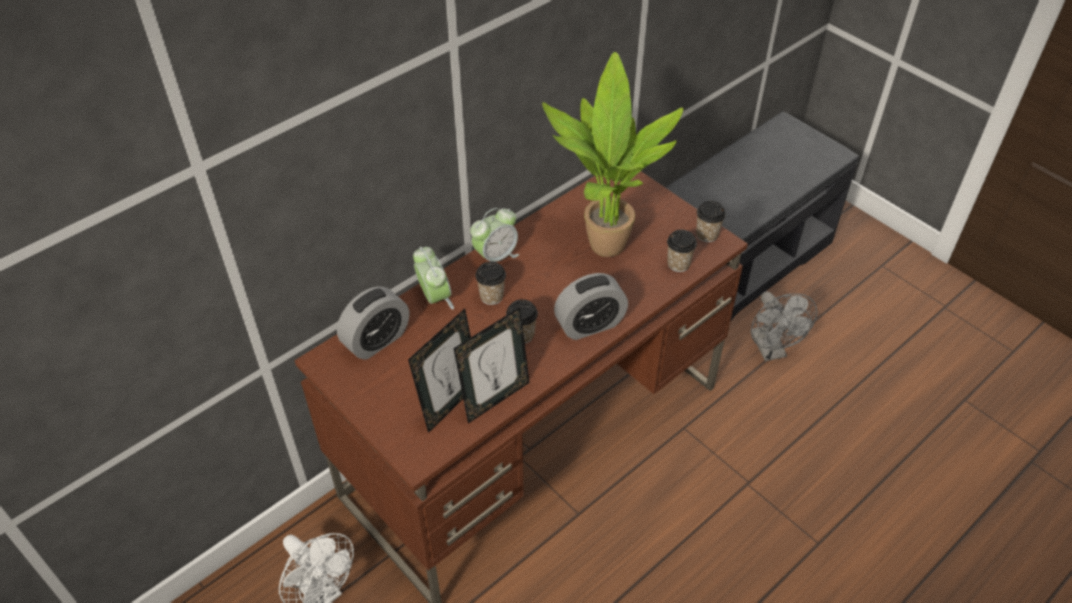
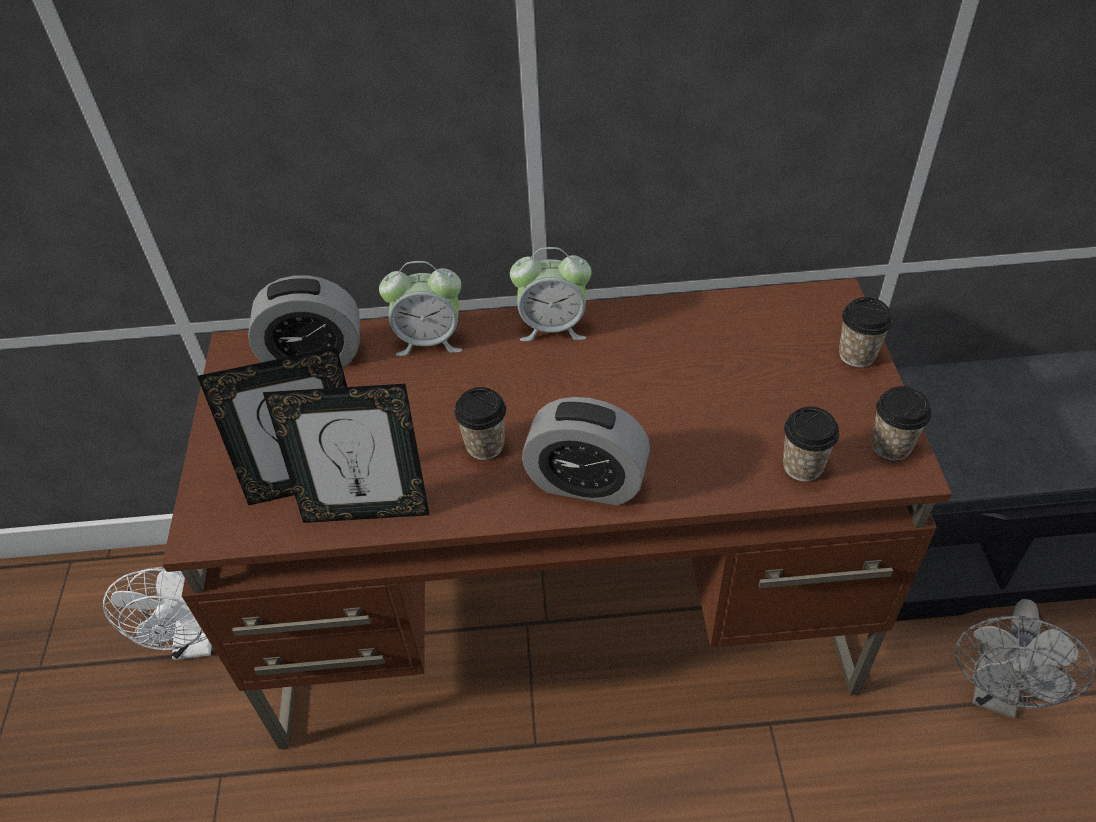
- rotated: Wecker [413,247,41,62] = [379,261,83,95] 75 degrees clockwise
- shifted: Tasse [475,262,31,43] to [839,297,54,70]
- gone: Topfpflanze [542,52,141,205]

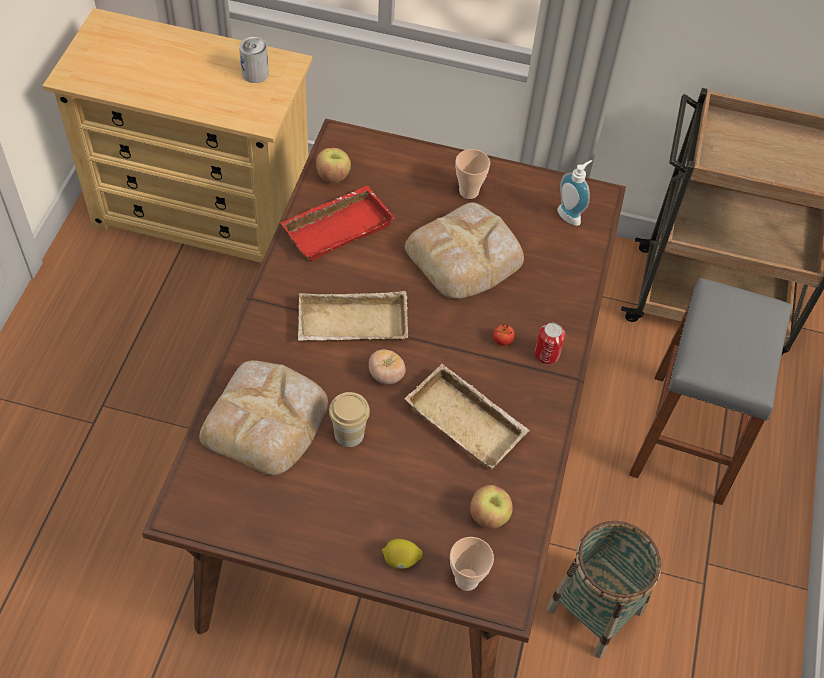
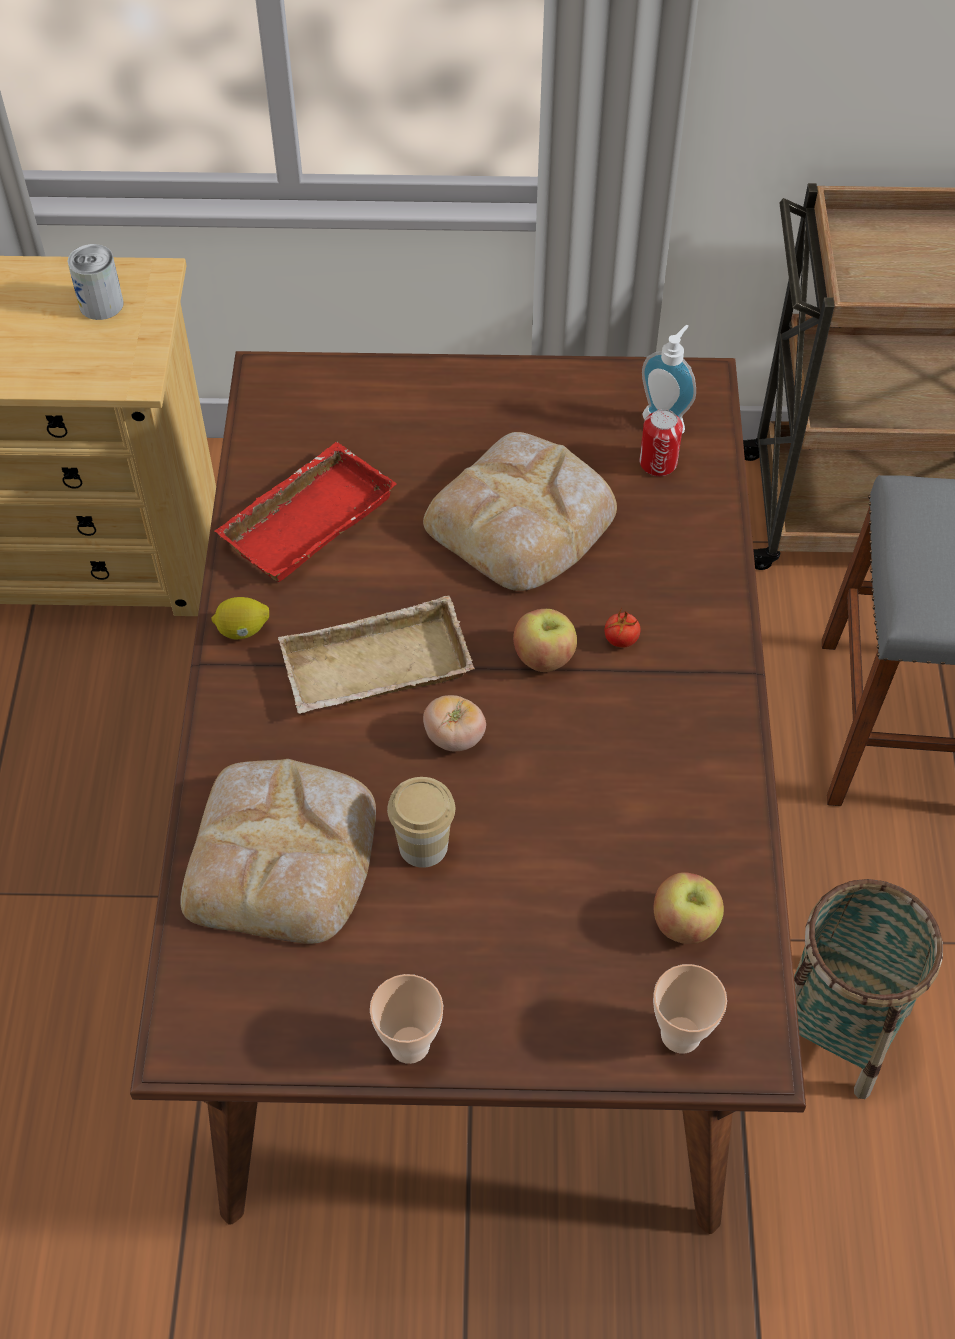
- shifted: Zitrone [382,539,41,30] to [211,597,58,42]
- shifted: Tasse [456,149,34,50] to [370,974,73,90]
- shifted: Apfel [316,148,35,35] to [513,609,64,63]
- shifted: Dose [535,323,30,41] to [639,409,44,67]
- gone: Tablett (beige) [405,364,125,106]

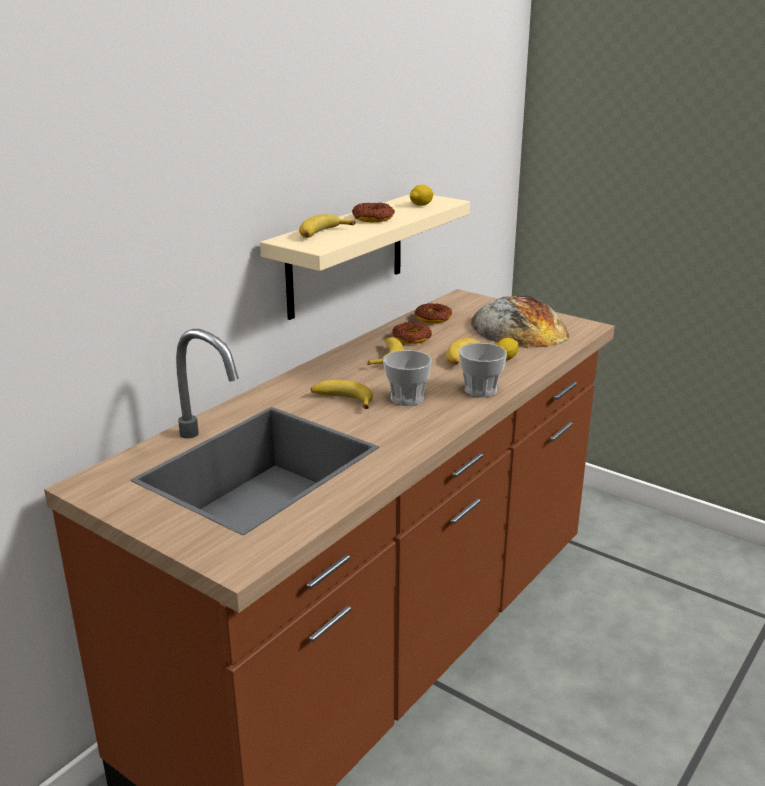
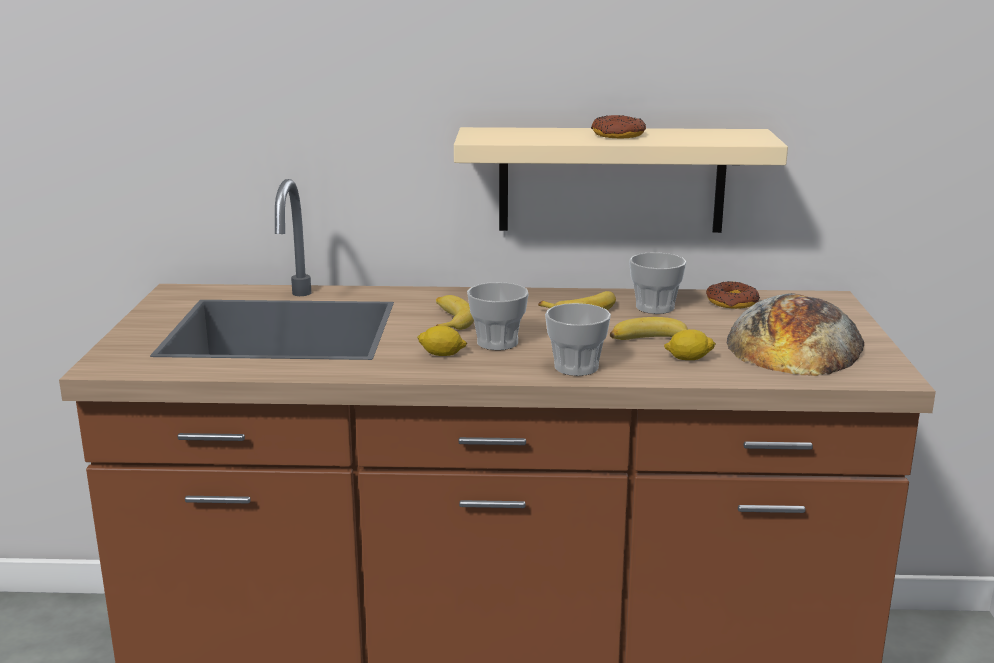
- shifted: Zitrone [410,185,23,21] to [417,325,50,31]
- swapped: Donut [392,322,40,22] to Tasse [629,252,57,62]
- gone: Banane [299,214,56,24]

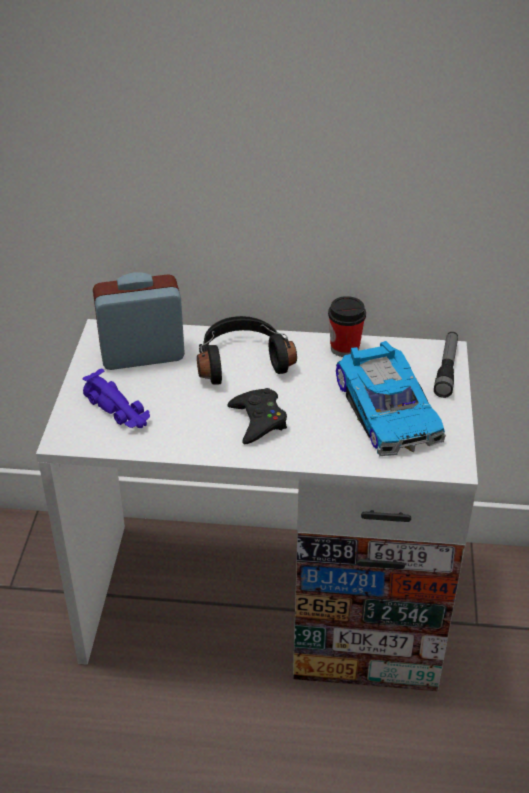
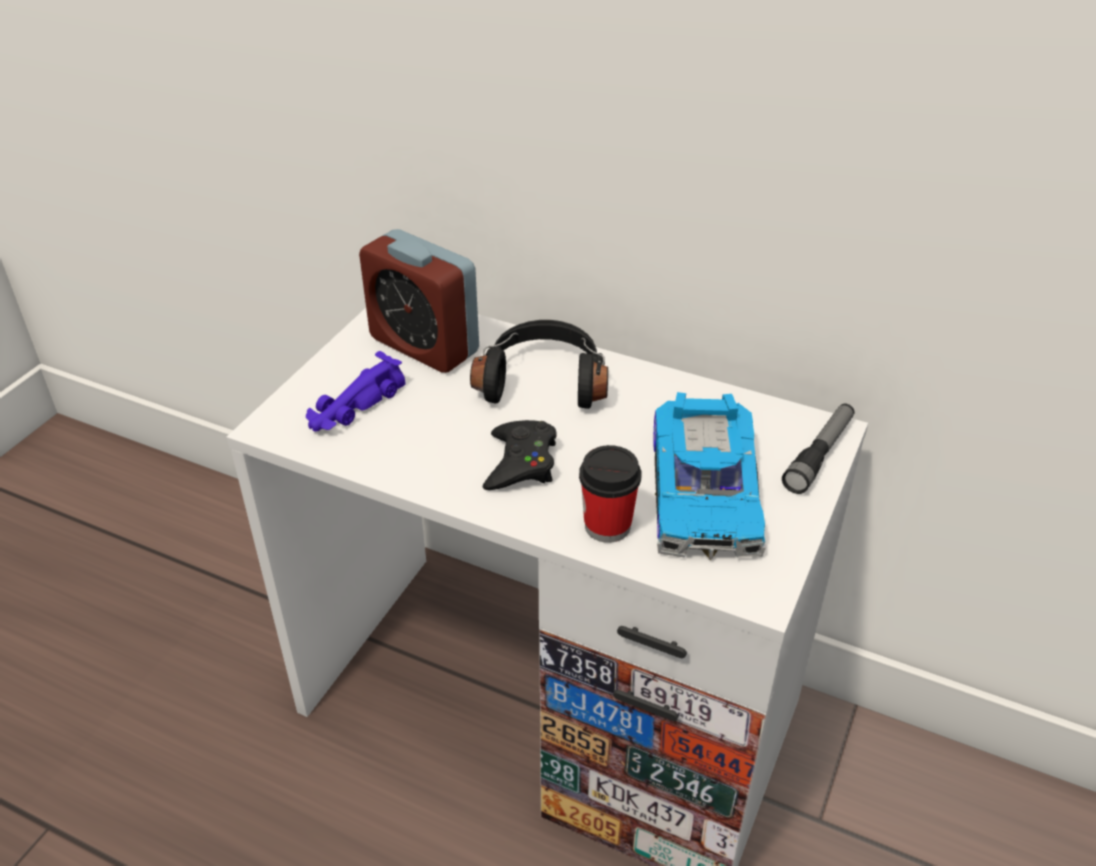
- rotated: Spielzeugauto (lila) [82,368,68,60] = [306,351,100,80] 60 degrees clockwise
- rotated: Wecker [93,272,92,98] = [359,229,120,144] 150 degrees counterclockwise
- shifted: Tasse [328,296,38,61] to [579,445,62,98]

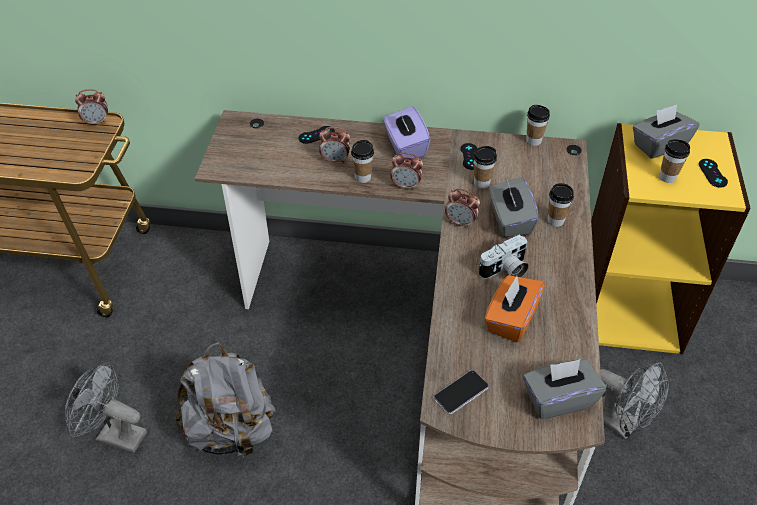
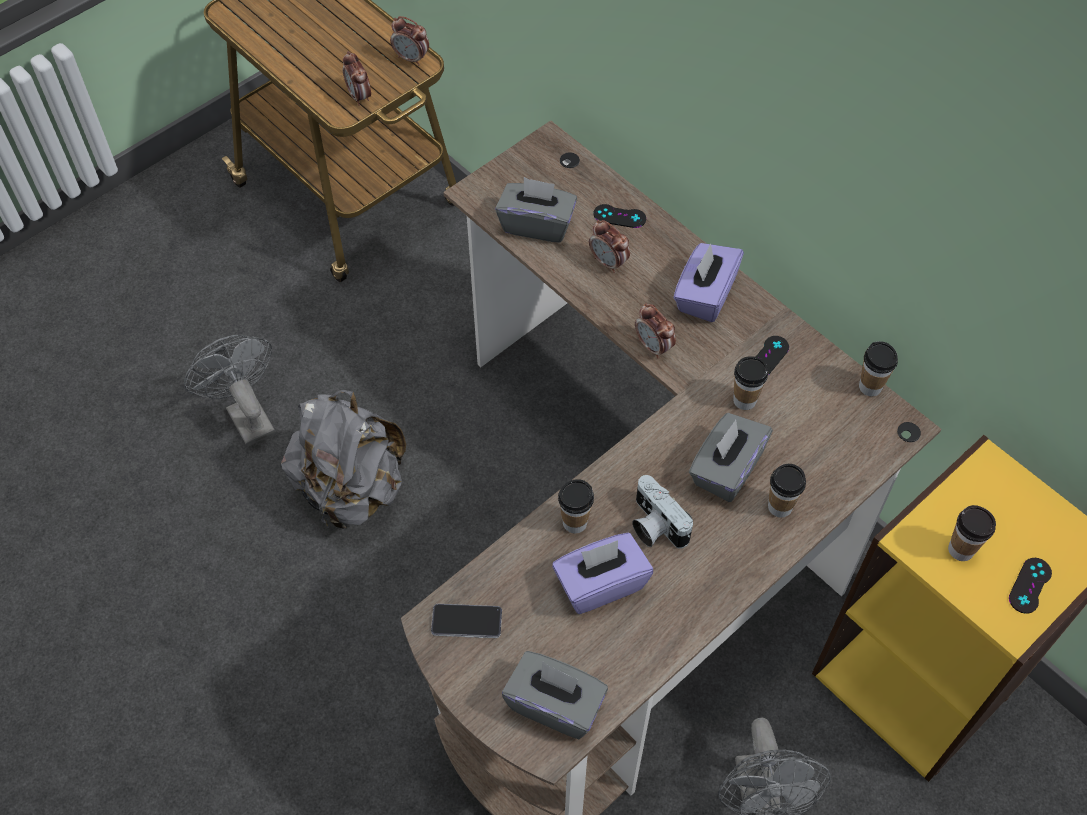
- shifted: Wecker [445,189,35,40] to [343,51,28,55]
- shifted: Taschentuchbox (grau) [633,105,66,54] to [495,177,82,66]
- repainted: Taschentuchbox (orange) [484,275,61,67] to Taschentuchbox (lila) [552,533,101,81]
- shifted: Tasse [351,140,23,43] to [558,479,36,54]
- rotated: Kamera [479,235,50,44] = [632,475,61,74] 45 degrees clockwise

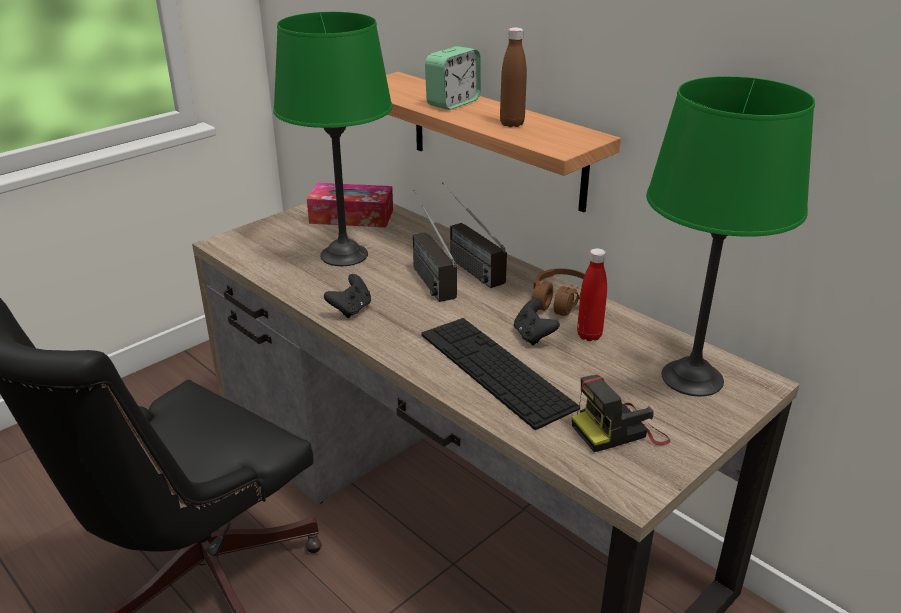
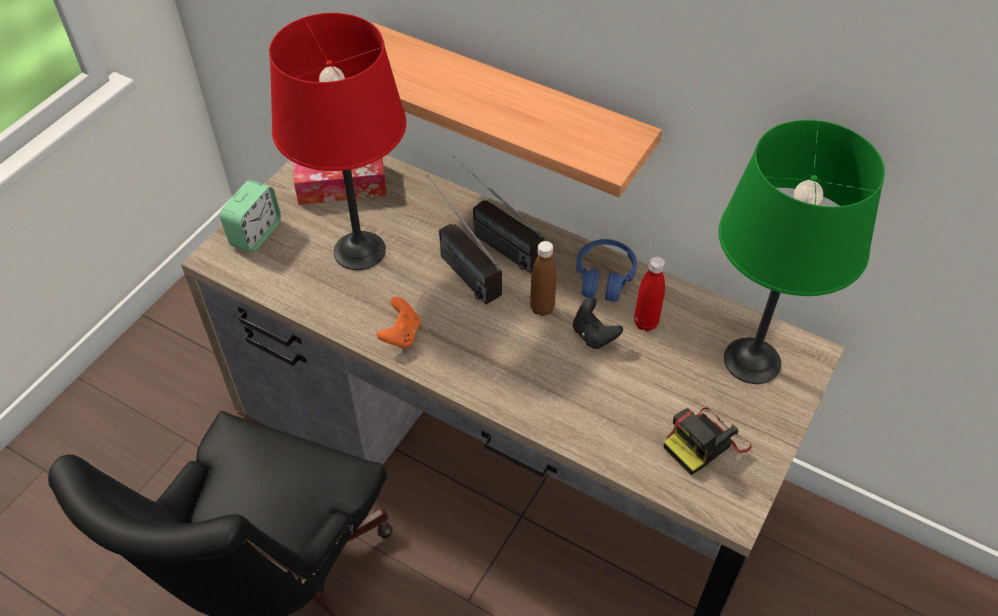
- shifted: Wecker [425,46,56,64] to [220,180,61,73]
- repainted: Tischlampe (grün) [273,12,119,254] to Tischlampe (rot) [269,13,137,257]
- repainted: Gamepad (schwarz) [324,274,47,44] to Gamepad (orange) [377,297,43,52]
- shifted: Flasche (braun) [500,27,27,100] to [530,241,27,75]
- repainted: Kopfhörer (braun) [532,268,53,48] to Kopfhörer (blau) [576,239,61,63]
- gone: Tastatur [421,318,159,112]

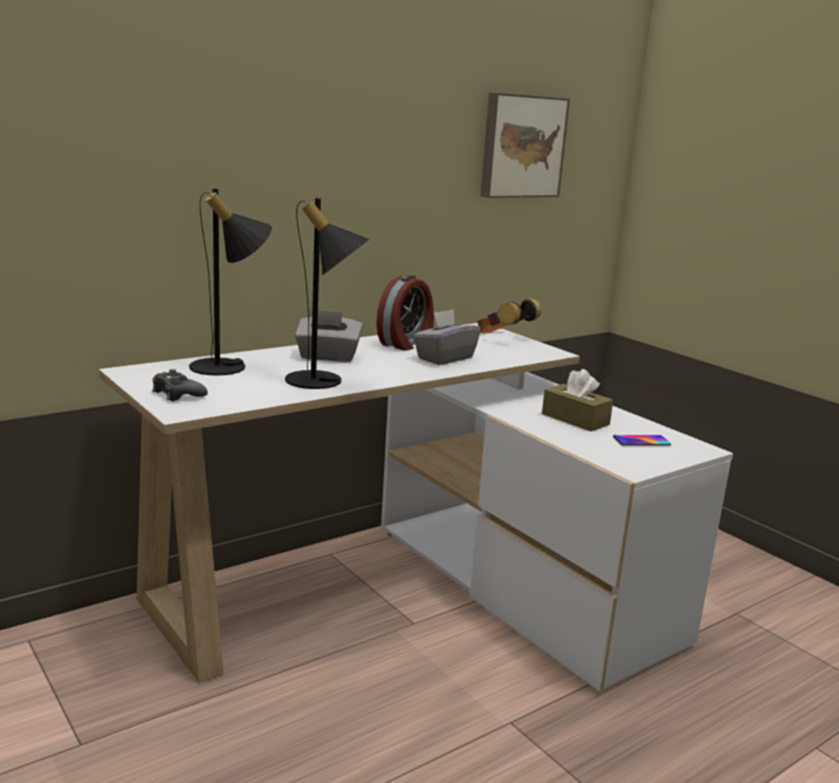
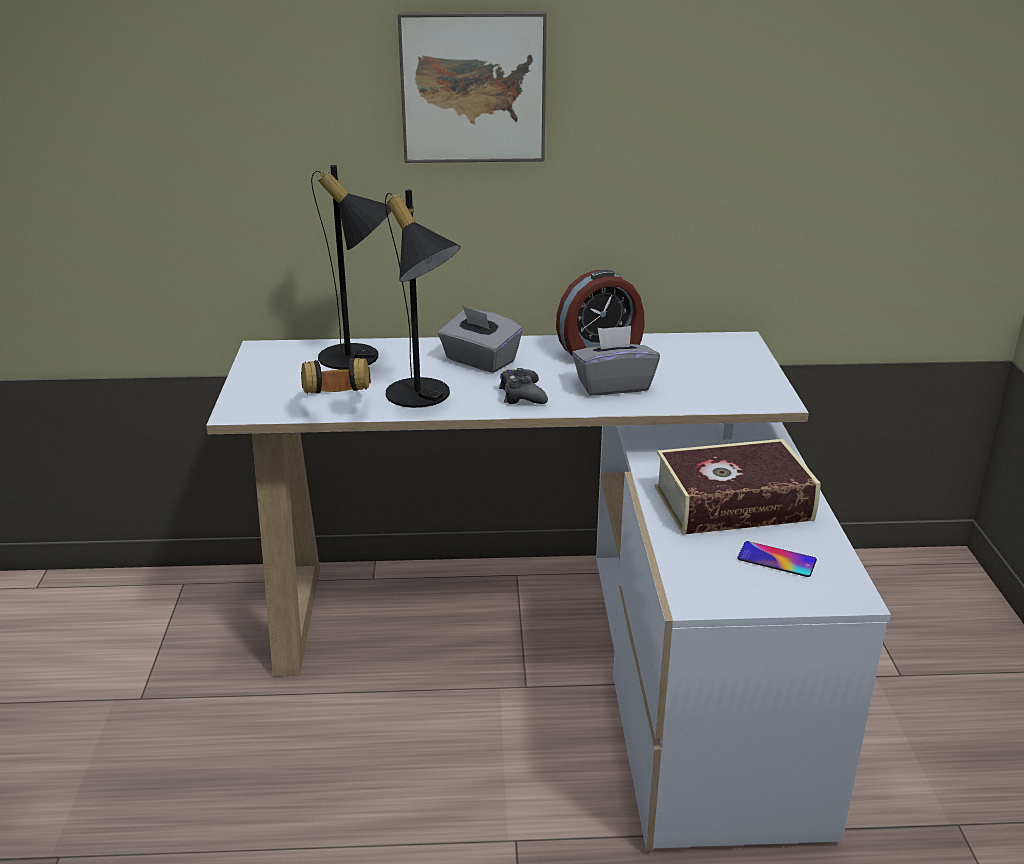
- shifted: Kopfhörer [477,299,64,35] to [301,358,70,36]
- shifted: Bild [481,92,89,106] to [398,11,149,152]
- shifted: Gamepad (schwarz) [152,369,56,32] to [499,368,49,36]
- swapped: Taschentuchbox (braun) [542,369,71,62] to Buch [655,439,166,96]

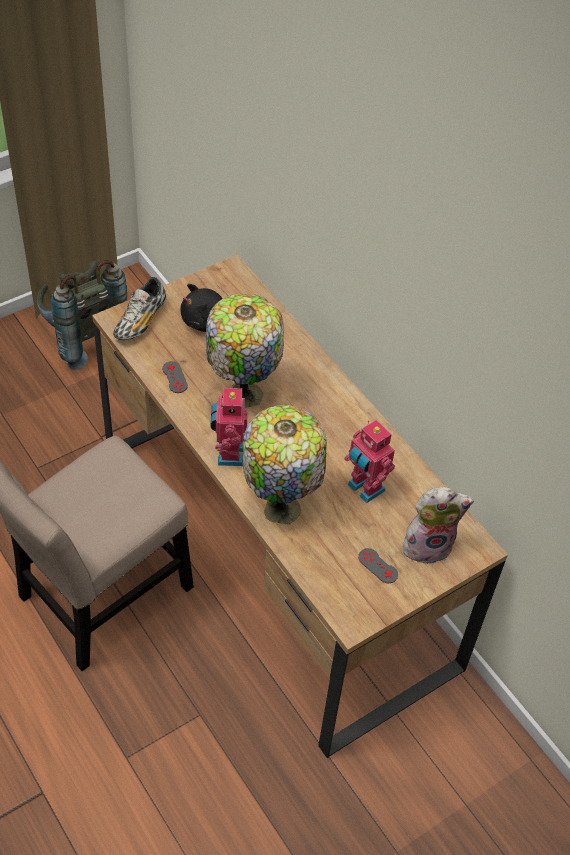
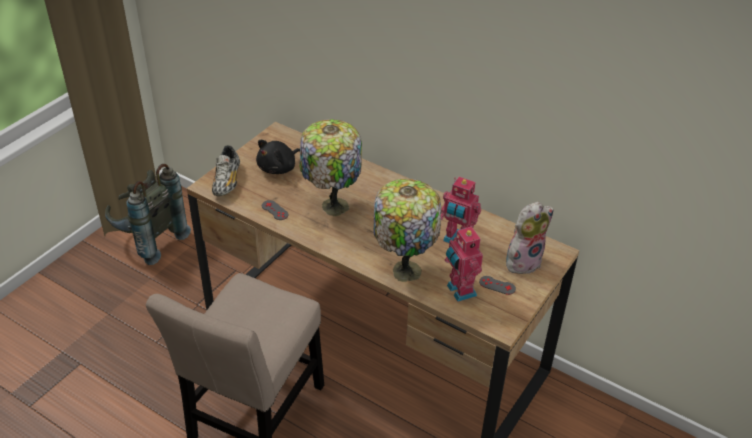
- shifted: Spielzeugroboter [210,384,38,82] to [445,225,38,77]

